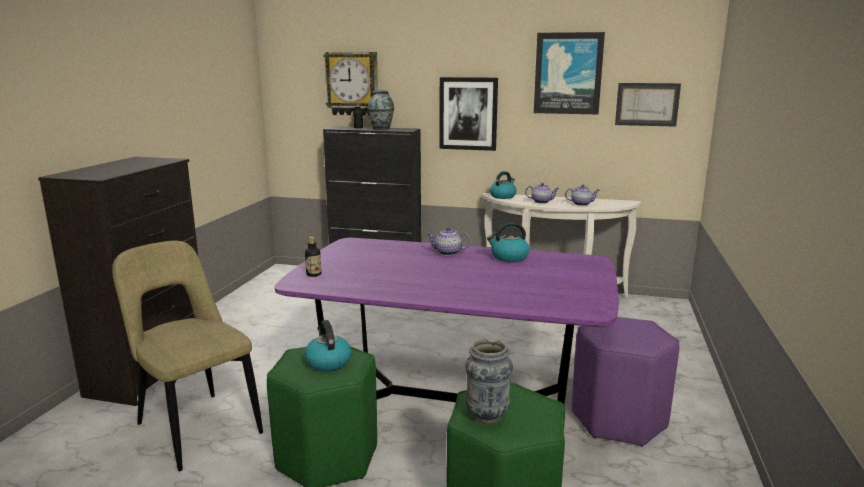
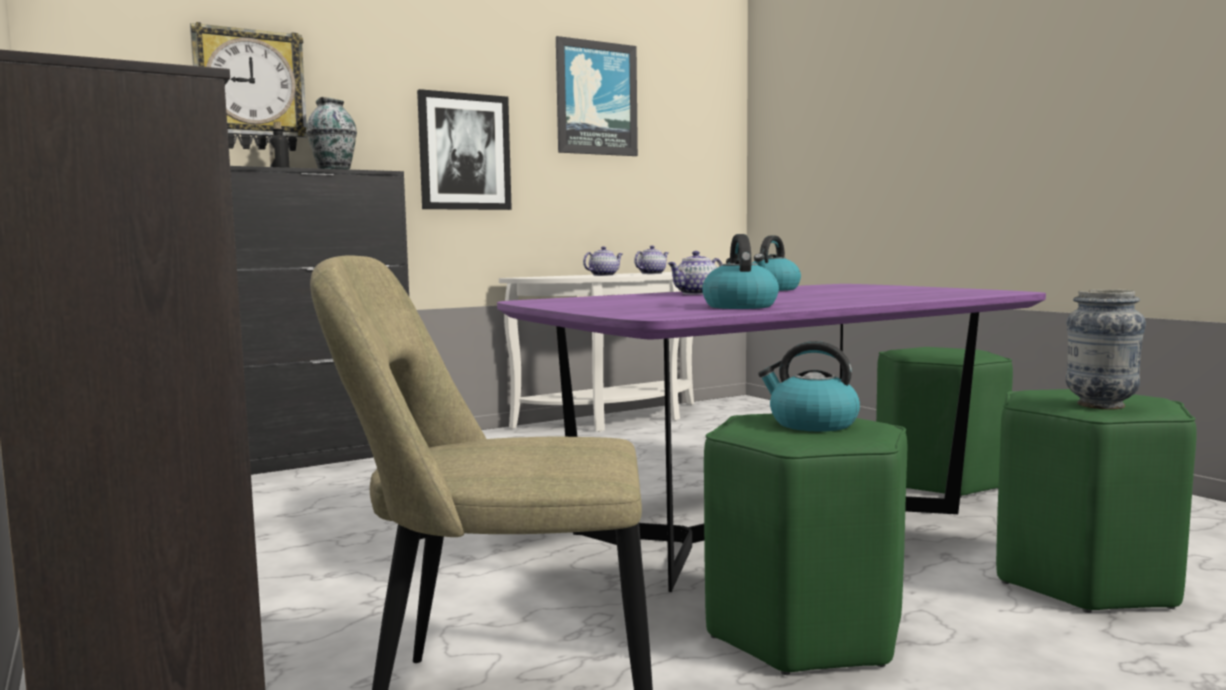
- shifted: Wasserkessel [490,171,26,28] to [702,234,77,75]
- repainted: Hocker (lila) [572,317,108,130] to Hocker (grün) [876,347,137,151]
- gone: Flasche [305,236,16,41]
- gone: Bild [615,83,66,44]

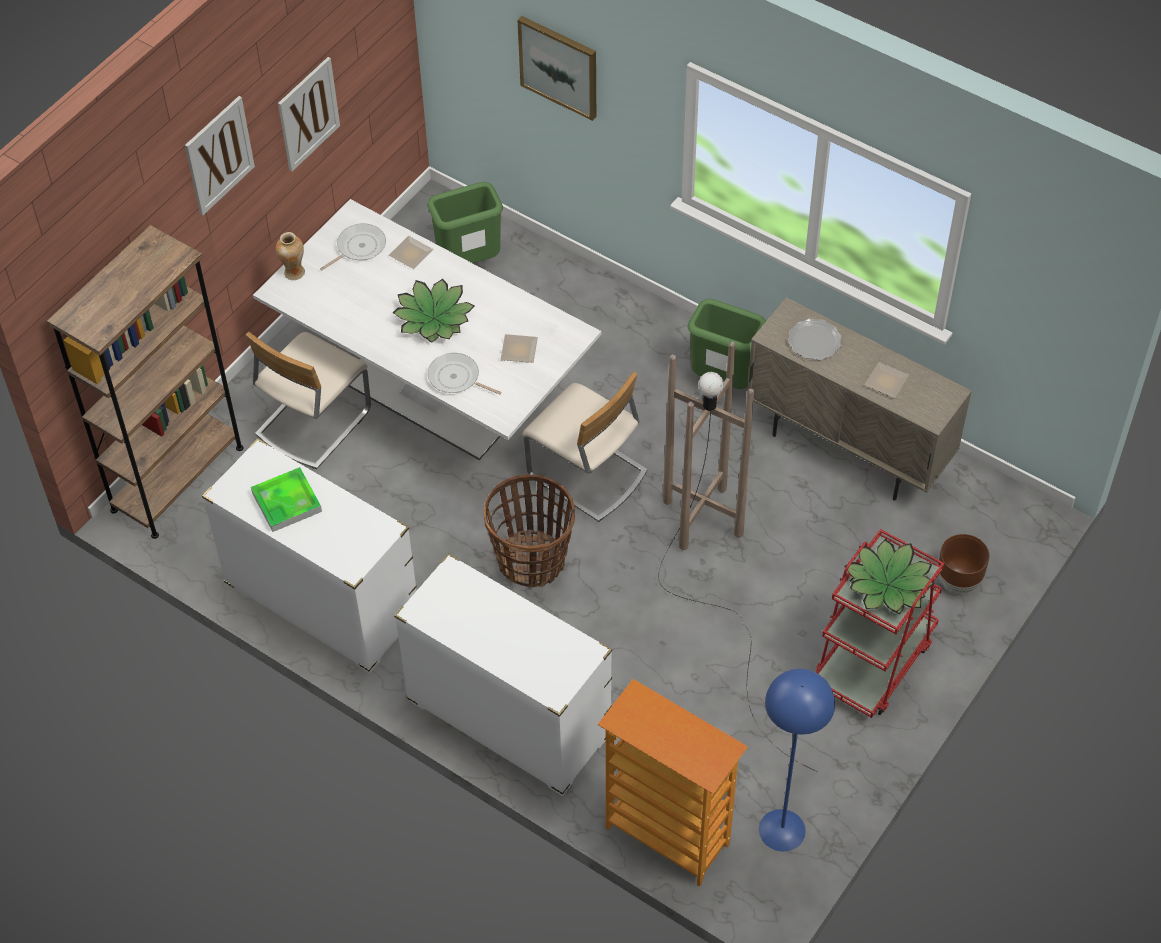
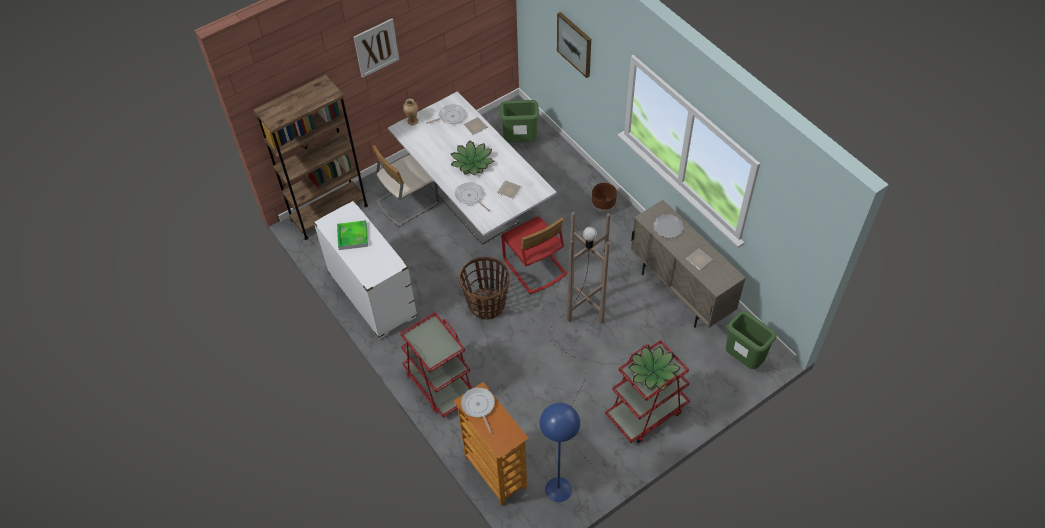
- swapped: Kommode (weiß) [394,553,218,243] to Rollwagen (rot) [400,312,72,106]
- new: Pfanne [461,387,34,46]
- repainted: Stuhl (beige) [523,372,125,150] to Stuhl (rot) [501,217,66,77]
- shifted: Pflanzkübel (braun) [938,534,51,59] to [592,183,25,30]
- shifted: Mülleimer (grün) [688,299,78,90] to [726,311,50,58]
- gone: Bild [278,57,62,115]

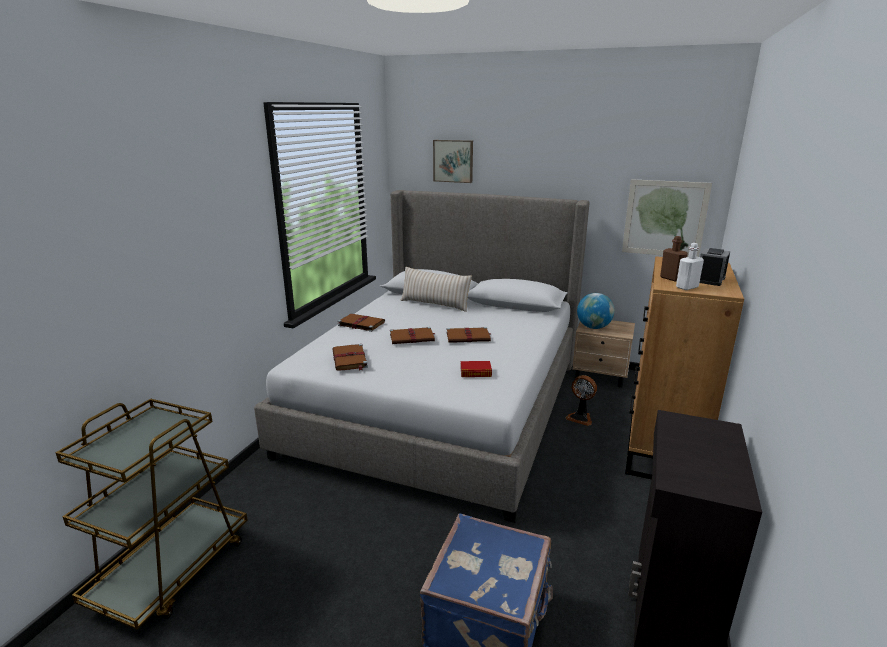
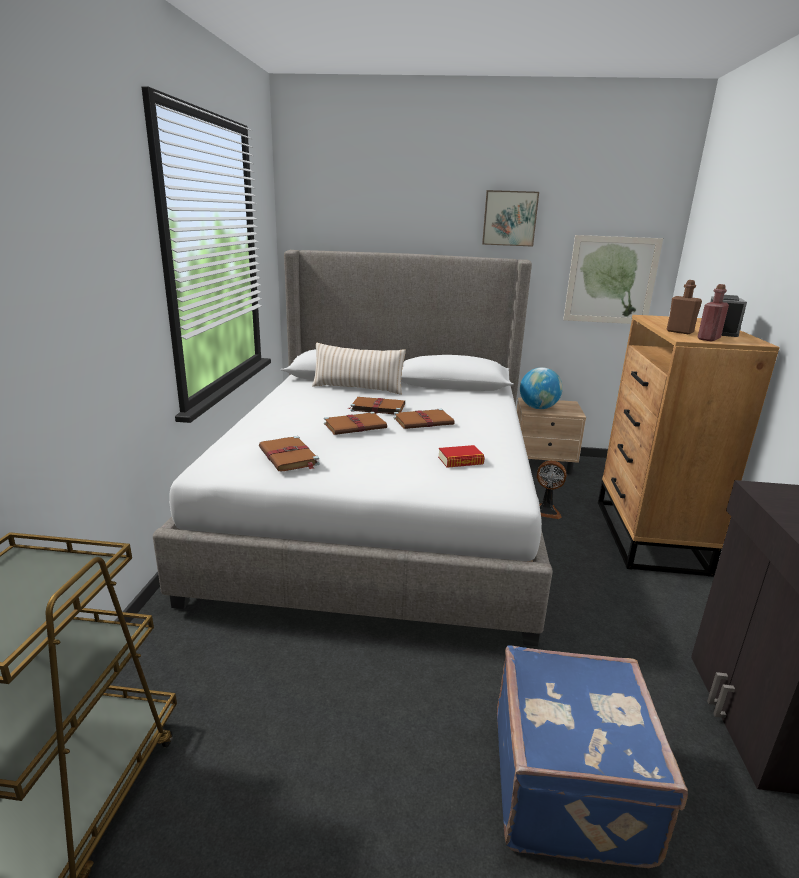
- shifted: Buch (braun) [337,314,48,18] to [348,397,57,17]
- shifted: Bild [433,140,40,43] to [482,190,57,57]
- repainted: Flasche (weiß) [676,243,28,47] to Flasche (rot) [697,284,32,58]

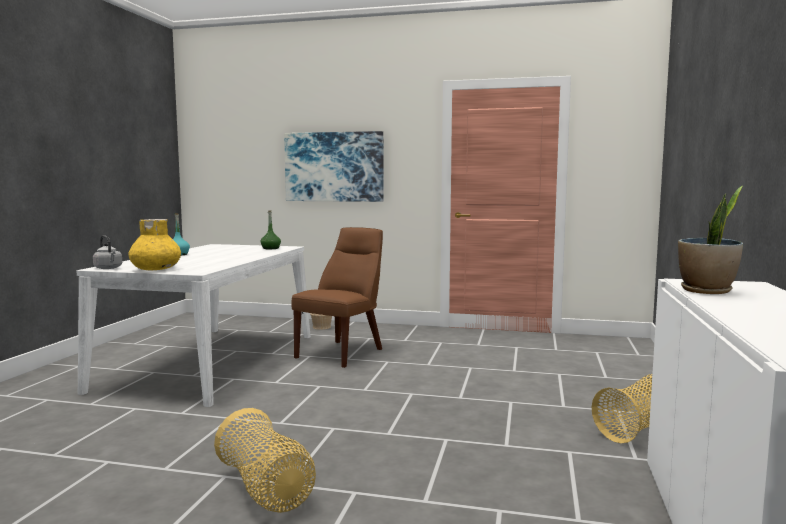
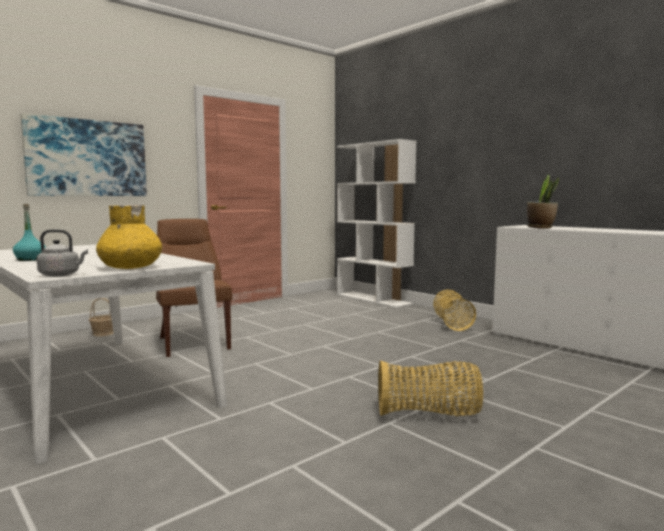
- new: Bücherregal (weiß) [337,139,79,169]
- gone: Flasche (grün) [261,210,20,39]

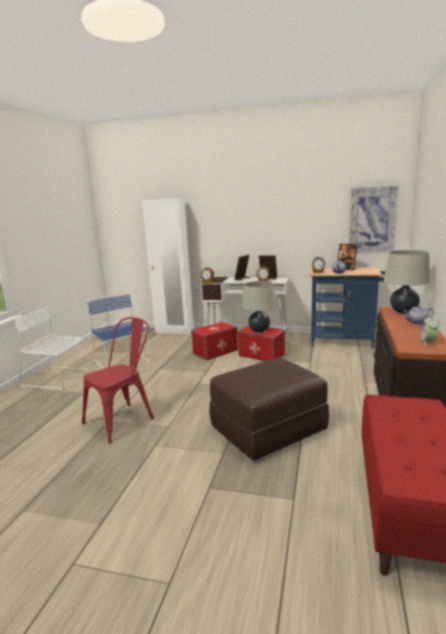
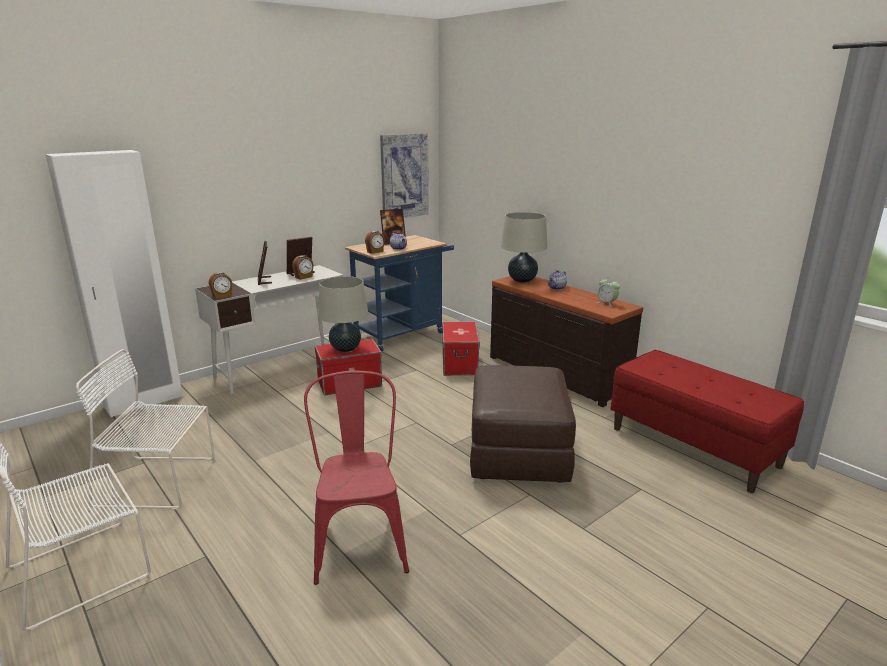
- repainted: Stuhl (blau) [87,292,63,77] to Stuhl (weiß) [76,349,139,160]
- shifted: Aufbewahrungsbox [191,322,47,38] to [442,322,38,54]

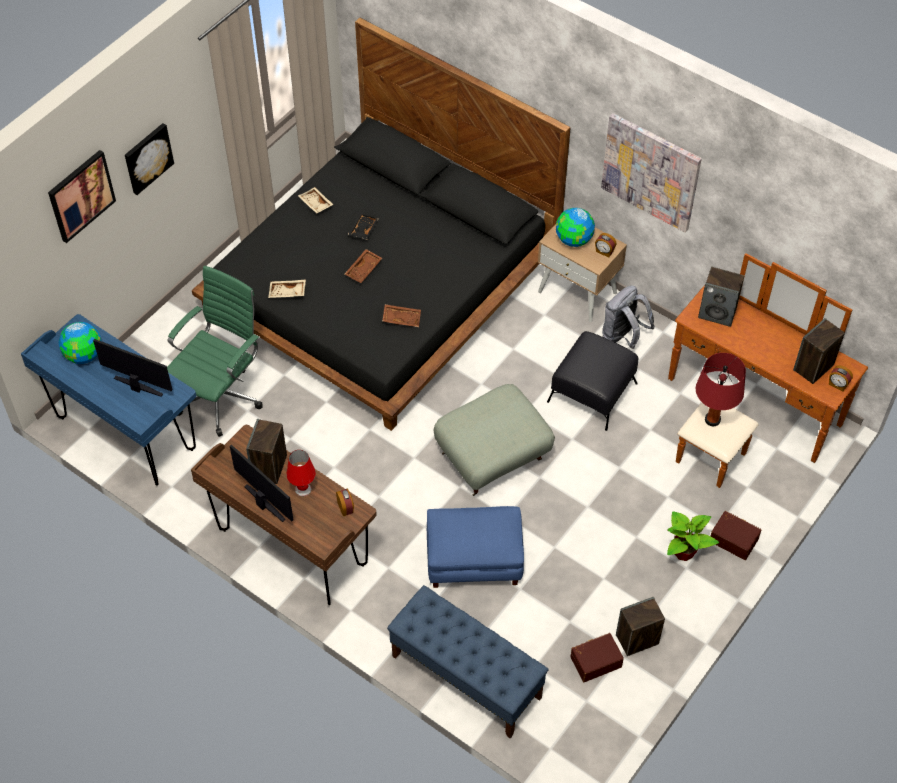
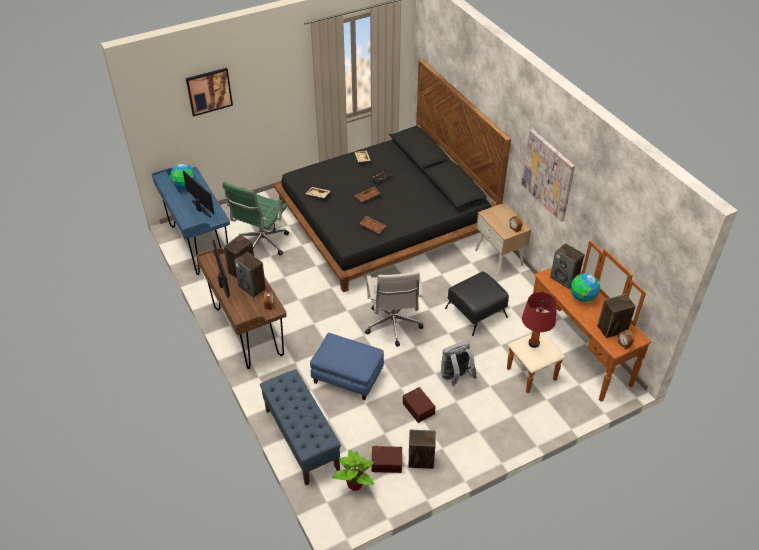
- rotated: Bürostuhl (grün) [167,266,96,171] = [222,181,67,75] 150 degrees clockwise
- swapped: Tischlampe (rot) [286,450,30,46] to Lautsprecher [234,252,32,45]
- shifted: Topfpflanze [667,511,52,50] to [332,450,42,41]
- swapped: Polsterhocker (grau) [434,384,121,112] to Bürostuhl (weiß) [365,271,59,76]
- shifted: Aufbewahrungsbox (braun) [711,511,50,49] to [403,387,33,36]
- shifted: Rucksack (grau) [602,286,53,63] to [441,342,36,45]
- shifted: Globus [556,208,39,39] to [570,273,30,29]
- gone: Bild [125,123,49,72]

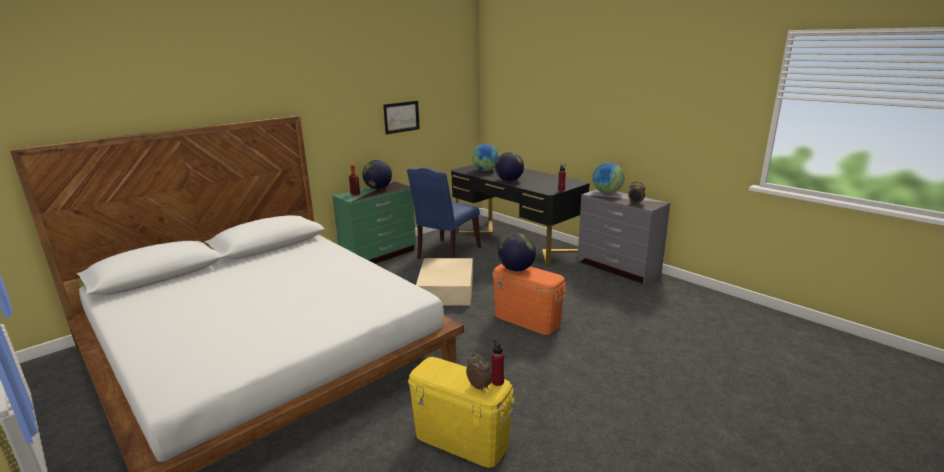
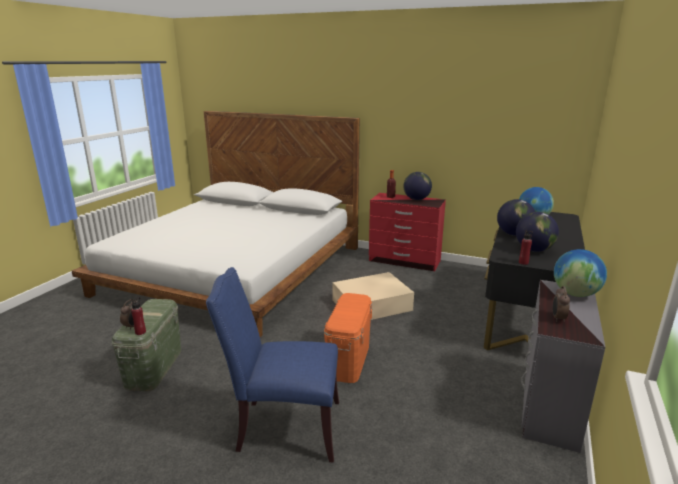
- repainted: Aufbewahrungsbox (gelb) [408,357,107,111] to Aufbewahrungsbox (grün) [111,299,70,92]
- shifted: Stuhl (blau) [407,168,74,91] to [206,267,133,195]
- repainted: Kommode (grün) [333,181,83,83] to Kommode (rot) [369,193,77,78]
- shifted: Globus [498,233,38,38] to [516,212,43,40]
- gone: Bild [383,101,37,33]

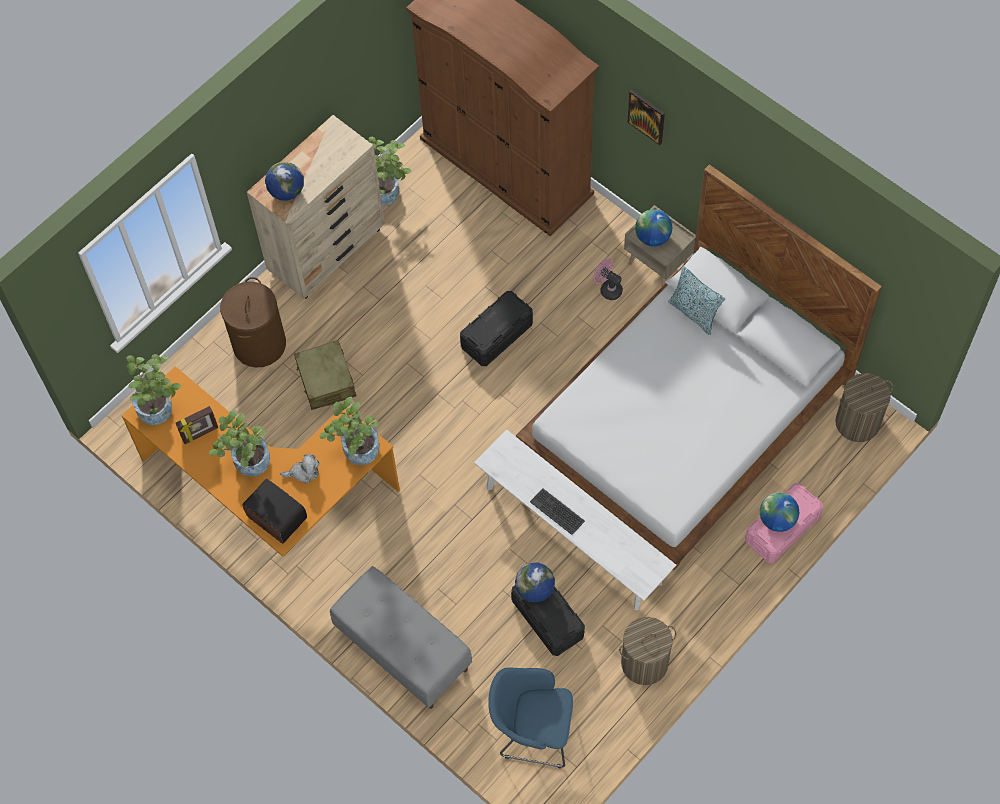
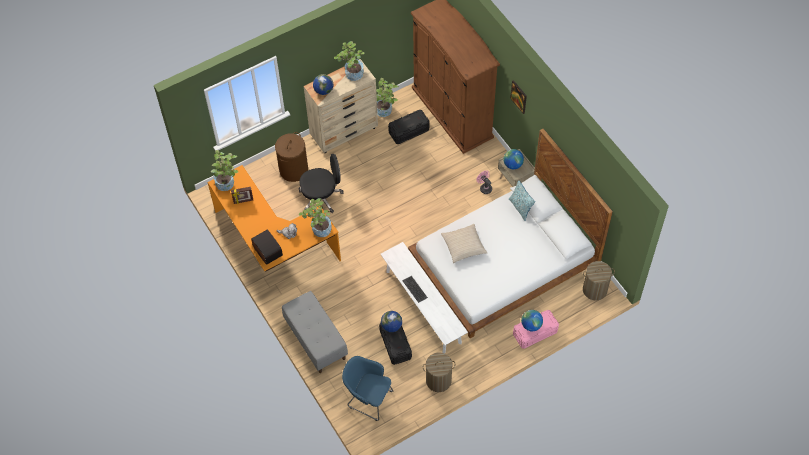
- swapped: Koffer (beige) [294,340,62,70] to Bürostuhl (schwarz) [299,154,45,59]
- shifted: Topfpflanze [209,410,61,67] to [334,41,30,40]
- shifted: Aufbewahrungsbox (schwarz) [460,291,73,75] to [388,110,42,35]
- new: Kissen (beige) [441,224,46,39]

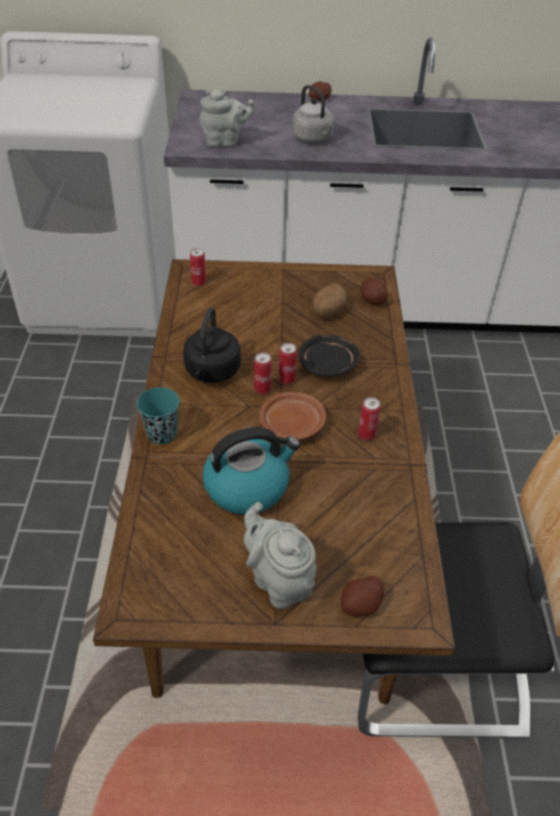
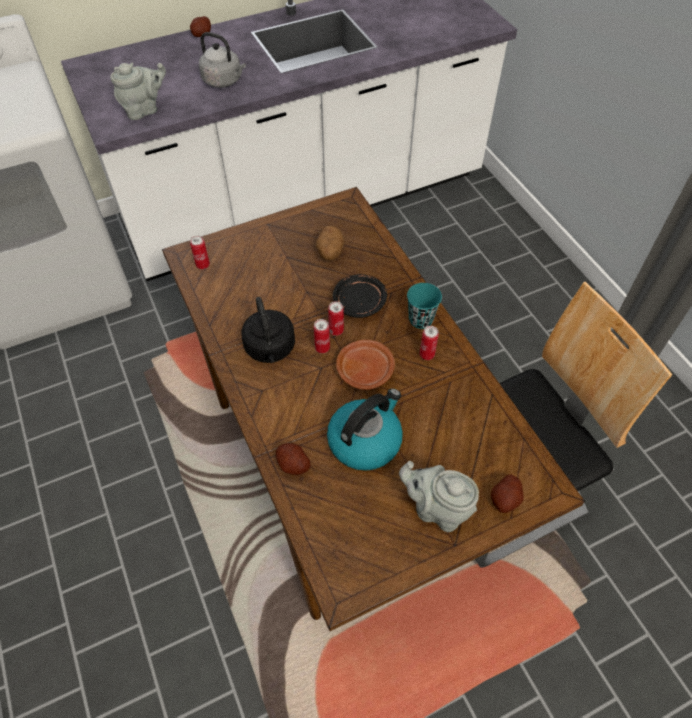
- shifted: Kartoffel [361,277,27,28] to [276,443,35,32]
- shifted: Tasse (türkis) [137,387,42,57] to [407,283,35,46]

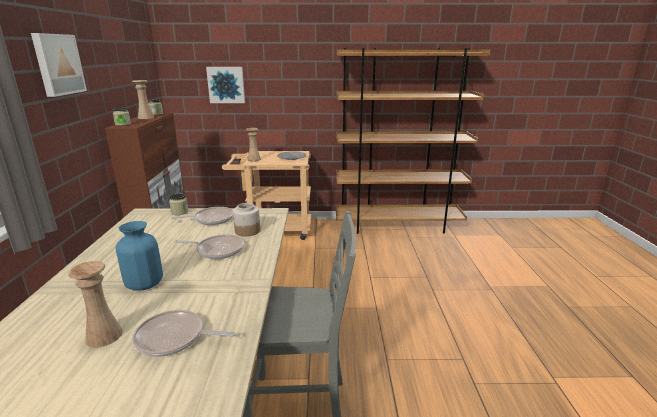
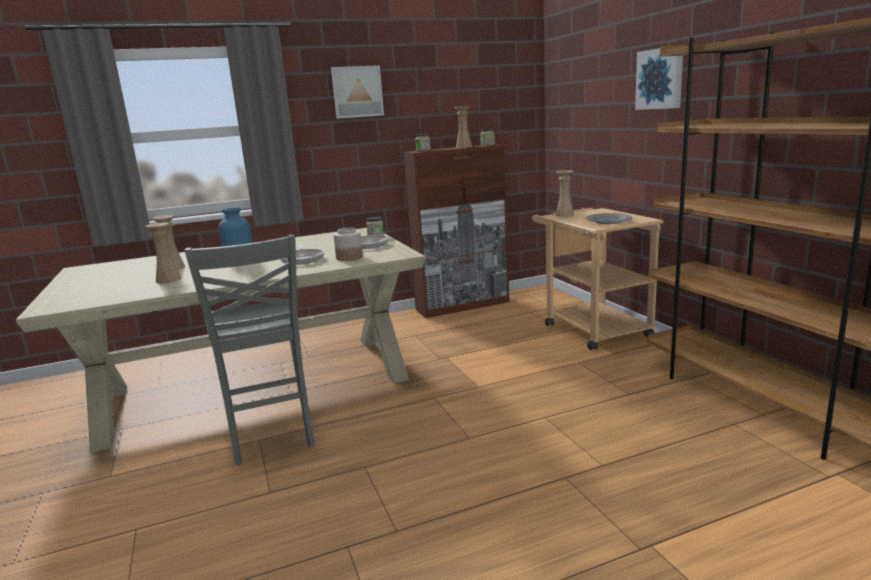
- swapped: Pfanne [132,310,104,47] to Vase (beige) [145,223,36,61]
- shifted: Bild [206,67,39,36] to [635,48,48,62]

